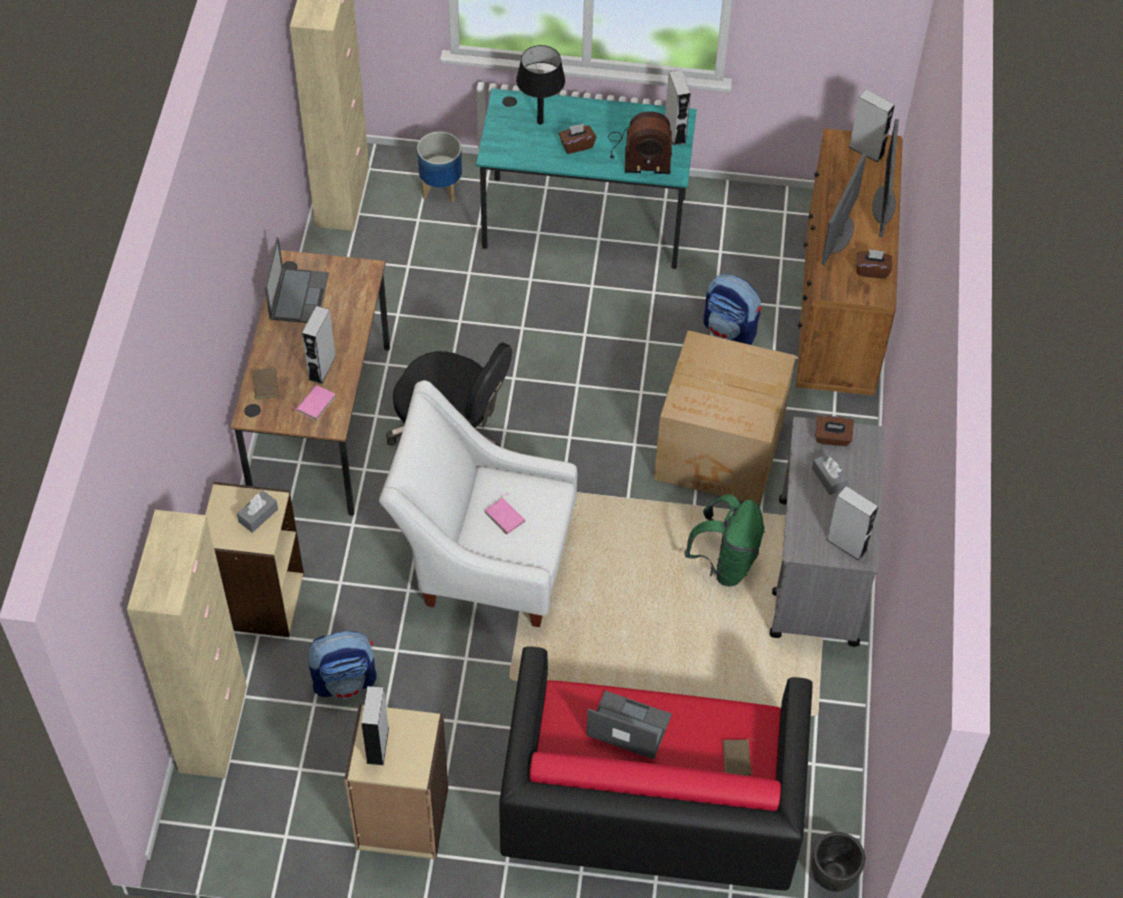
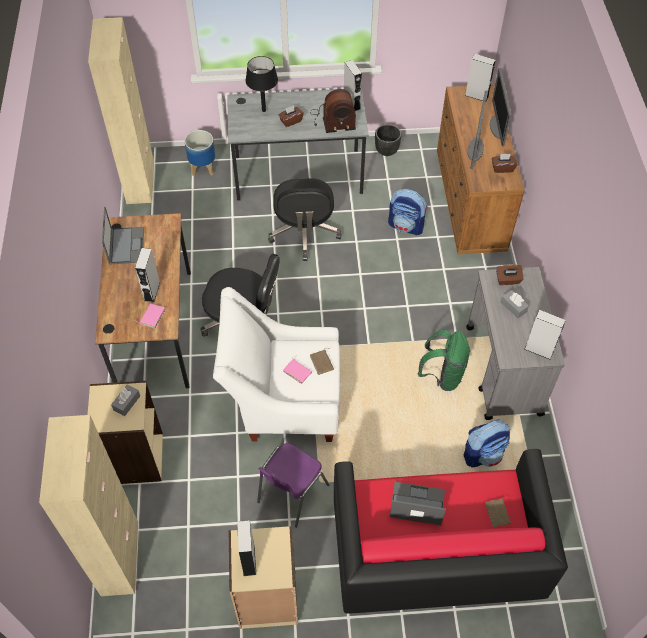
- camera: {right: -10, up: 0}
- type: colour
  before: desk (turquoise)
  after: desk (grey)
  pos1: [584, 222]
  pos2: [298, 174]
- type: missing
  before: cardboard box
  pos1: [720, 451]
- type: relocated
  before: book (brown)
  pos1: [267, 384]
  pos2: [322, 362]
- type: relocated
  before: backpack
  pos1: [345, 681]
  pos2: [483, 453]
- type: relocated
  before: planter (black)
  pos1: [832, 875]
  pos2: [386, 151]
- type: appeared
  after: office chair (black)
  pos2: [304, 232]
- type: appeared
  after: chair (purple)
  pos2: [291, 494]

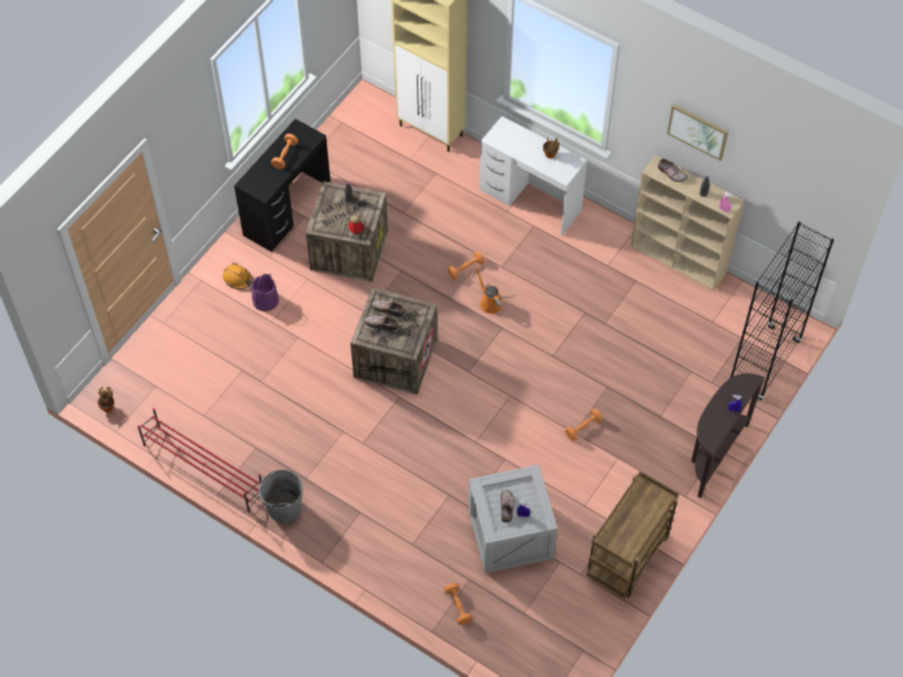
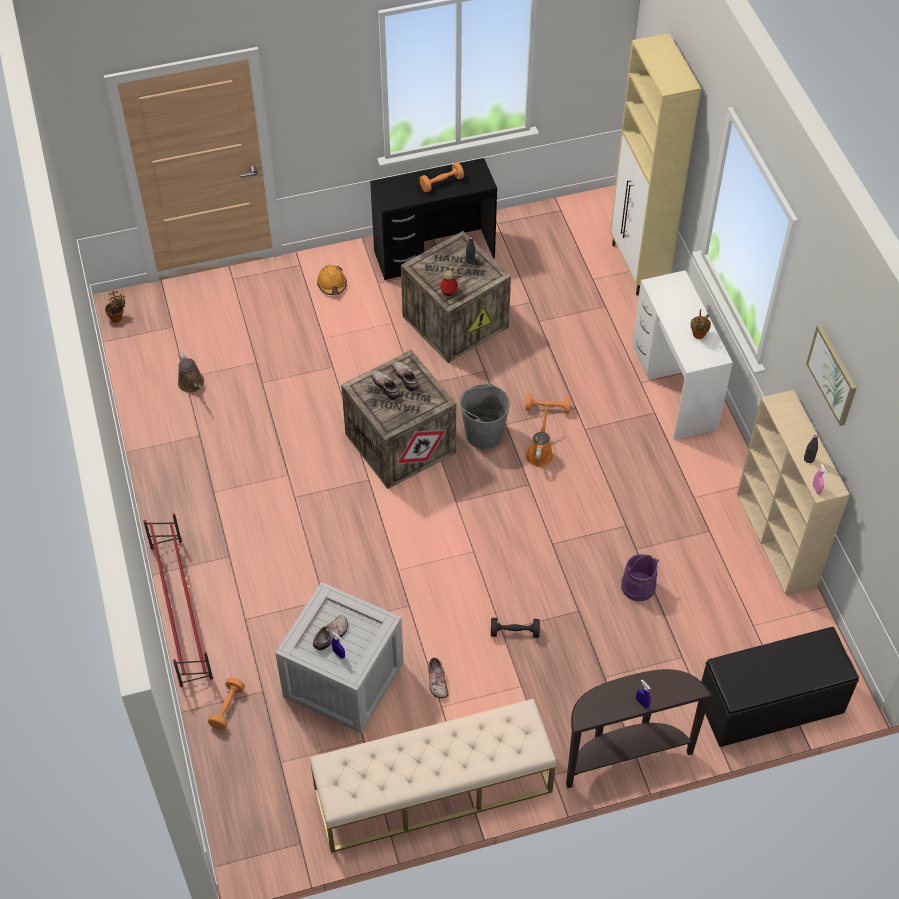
- camera: {right: 40, up: -5}
- type: relocated
  before: shoe
  pos1: [671, 173]
  pos2: [436, 681]
- type: exchanged
  before: bookcase (black)
  after: bench (black)
  pos1: [764, 363]
  pos2: [771, 705]
- type: relocated
  before: bucket (purple)
  pos1: [265, 300]
  pos2: [638, 586]
- type: relocated
  before: shoe rack (red)
  pos1: [203, 468]
  pos2: [181, 610]
- type: colour
  before: dumbbell (orange)
  after: dumbbell (black)
  pos1: [583, 428]
  pos2: [514, 632]
- type: relocated
  before: bucket (grey)
  pos1: [284, 508]
  pos2: [483, 433]
- type: exchanged
  before: cart (brown)
  after: bench (beige)
  pos1: [627, 559]
  pos2: [432, 790]
- type: appeared
  after: watering can (brown)
  pos2: [192, 384]

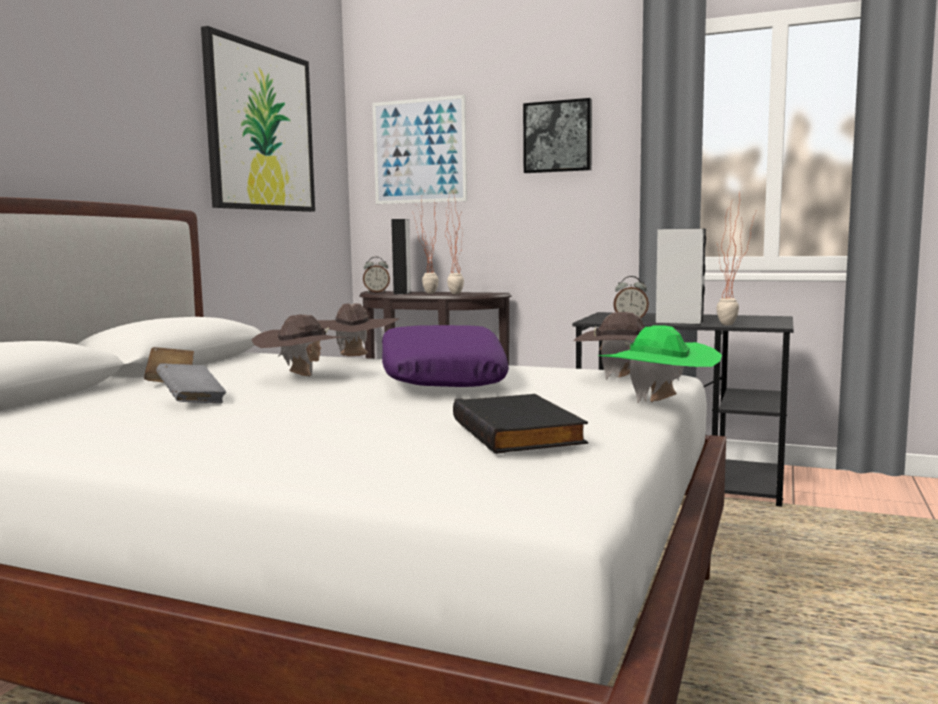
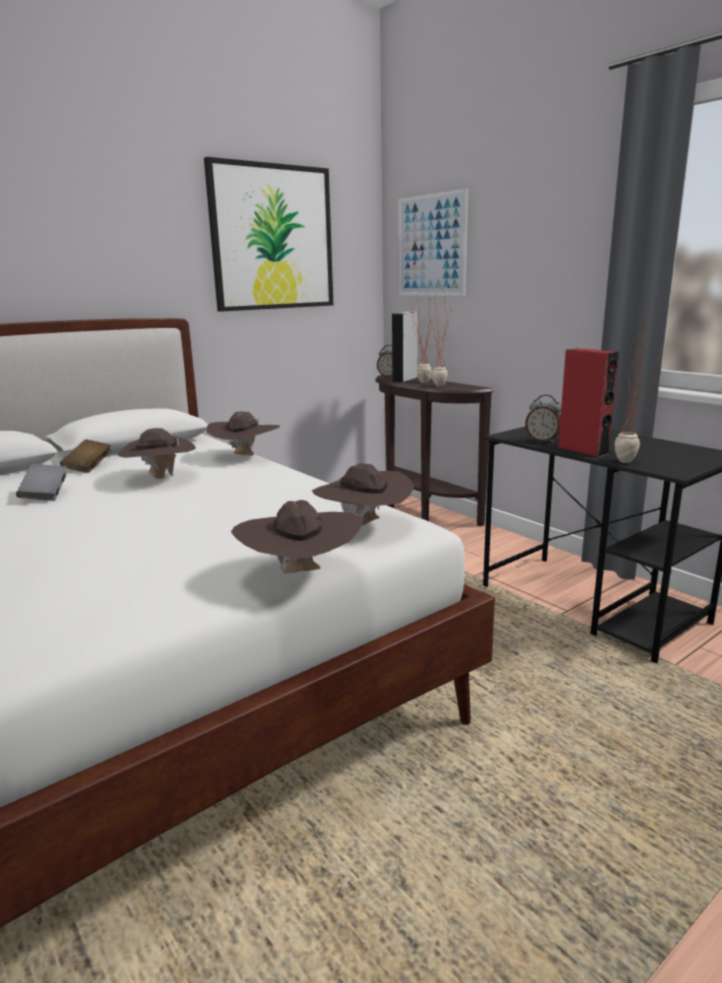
- camera: {right: 30, up: 10}
- type: missing
  before: picture
  pos1: [558, 137]
- type: colour
  before: speaker (grey)
  after: speaker (red)
  pos1: [679, 323]
  pos2: [582, 451]
- type: missing
  before: pillow (purple)
  pos1: [438, 378]
- type: colour
  before: hat (green)
  after: hat (brown)
  pos1: [658, 404]
  pos2: [301, 575]
- type: missing
  before: book (black)
  pos1: [520, 431]

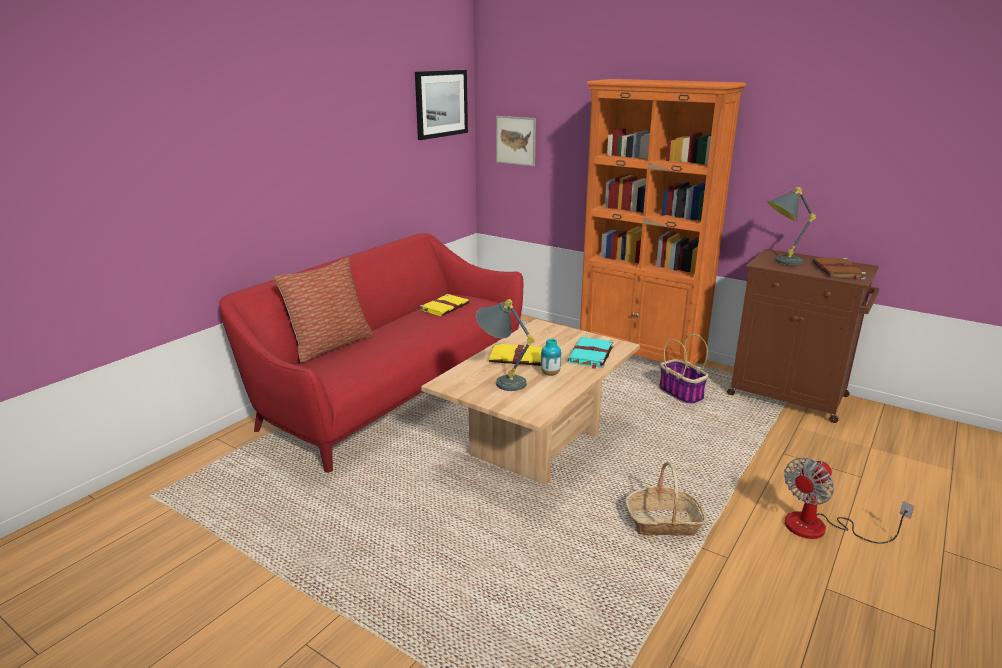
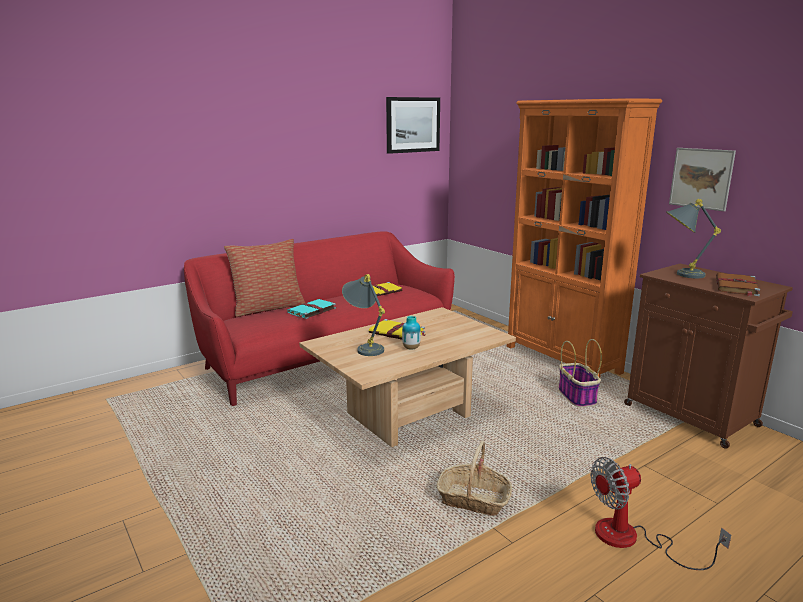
- camera: {right: 20, up: -5}
- type: relocated
  before: picture
  pos1: [516, 140]
  pos2: [701, 178]
- type: relocated
  before: book (turquoise)
  pos1: [590, 355]
  pos2: [311, 311]

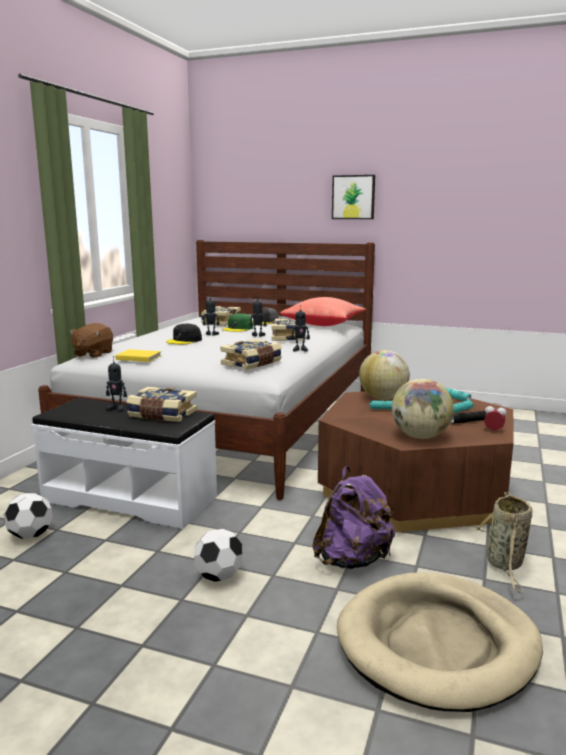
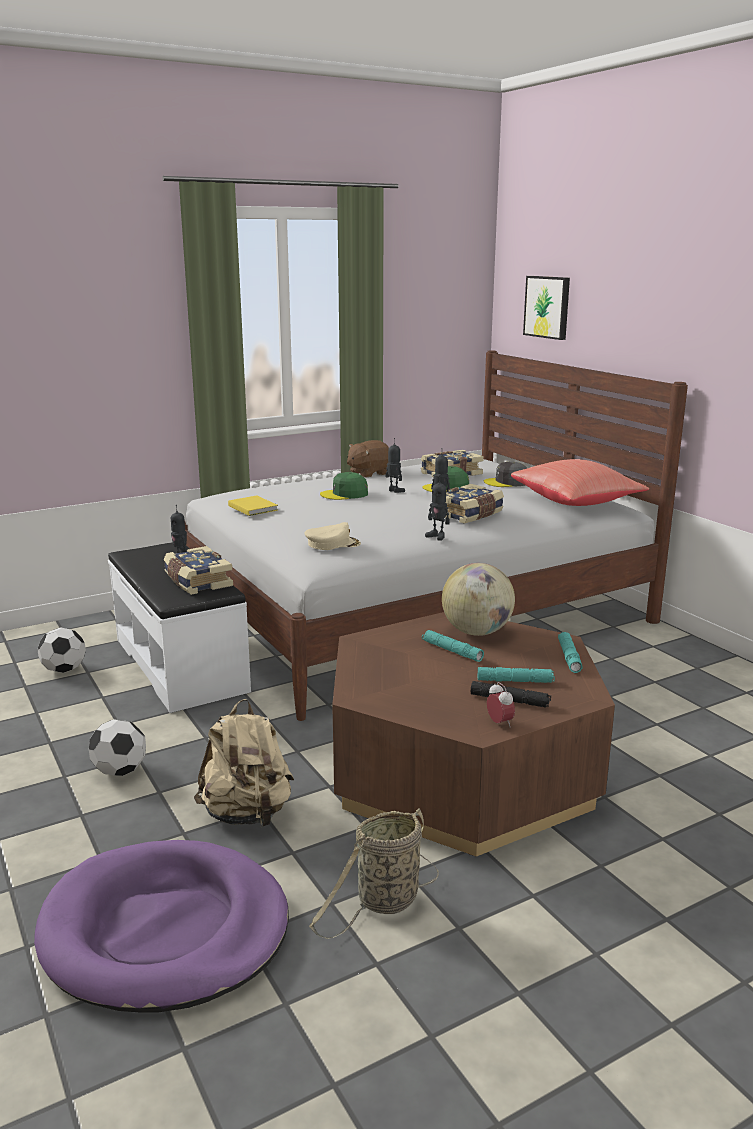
- camera: {right: 40, up: 5}
- type: relocated
  before: picture
  pos1: [353, 197]
  pos2: [548, 307]
- type: relocated
  before: plush toy (brown)
  pos1: [93, 354]
  pos2: [369, 473]
- type: colour
  before: cap (black)
  after: cap (green)
  pos1: [184, 341]
  pos2: [345, 494]
- type: exchanged
  before: book
  after: cap (beige)
  pos1: [252, 363]
  pos2: [332, 544]
- type: missing
  before: globe
  pos1: [420, 437]
- type: colour
  before: backpack (purple)
  after: backpack (beige)
  pos1: [353, 560]
  pos2: [247, 814]
- type: colour
  before: dog bed (beige)
  after: dog bed (purple)
  pos1: [437, 644]
  pos2: [165, 931]

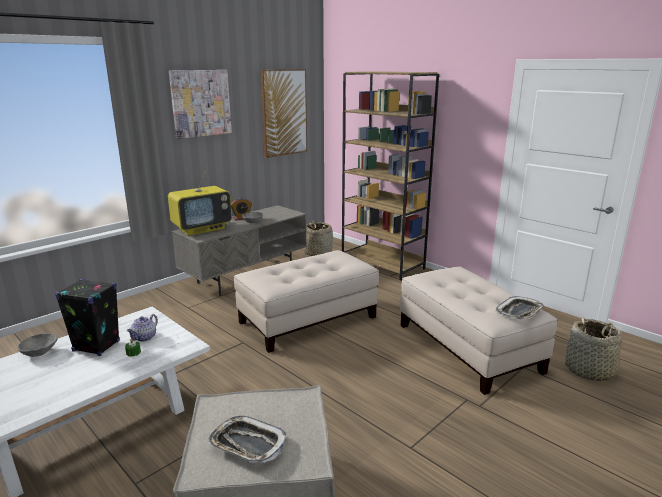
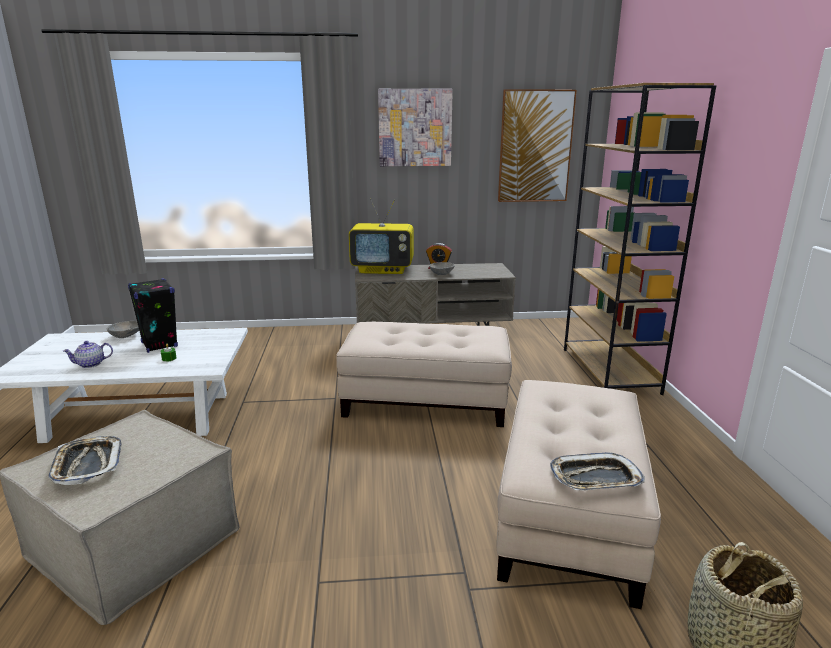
- camera: {right: 40, up: 0}
- type: missing
  before: basket
  pos1: [318, 253]
- type: relocated
  before: teapot
  pos1: [145, 337]
  pos2: [91, 364]

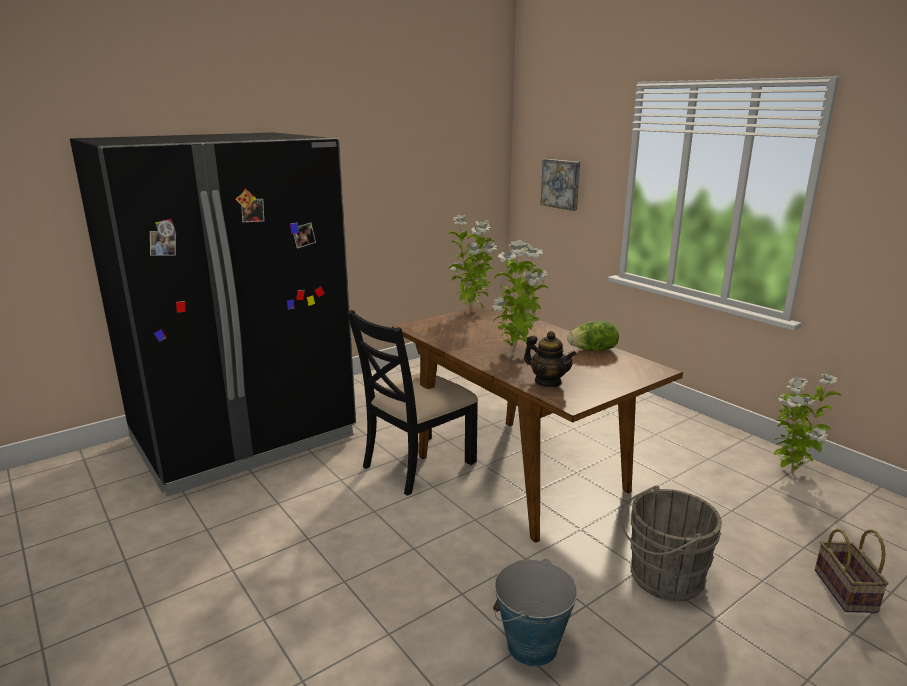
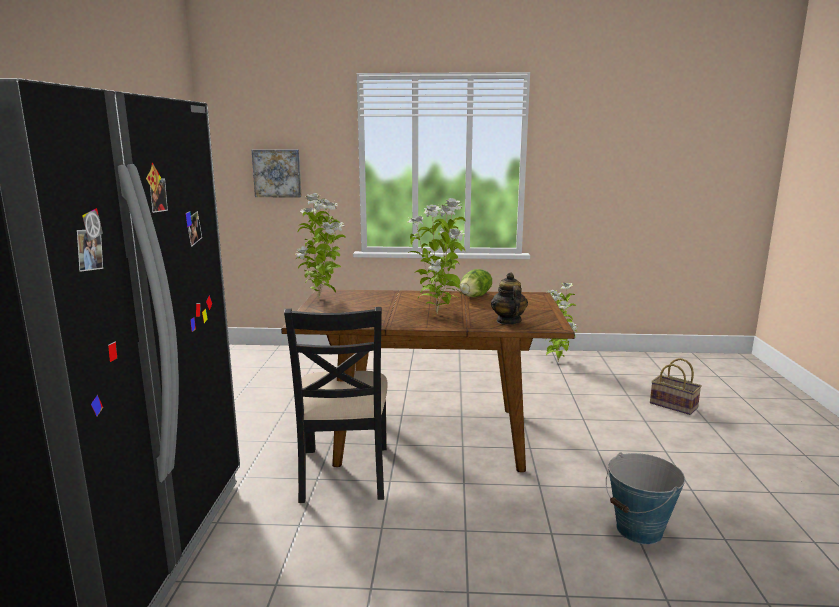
- camera: {right: -50, up: -5}
- type: spun
  before: teapot
  pos1: [548, 382]
  pos2: [508, 321]
  turn: -90
- type: missing
  before: bucket (grey)
  pos1: [662, 577]

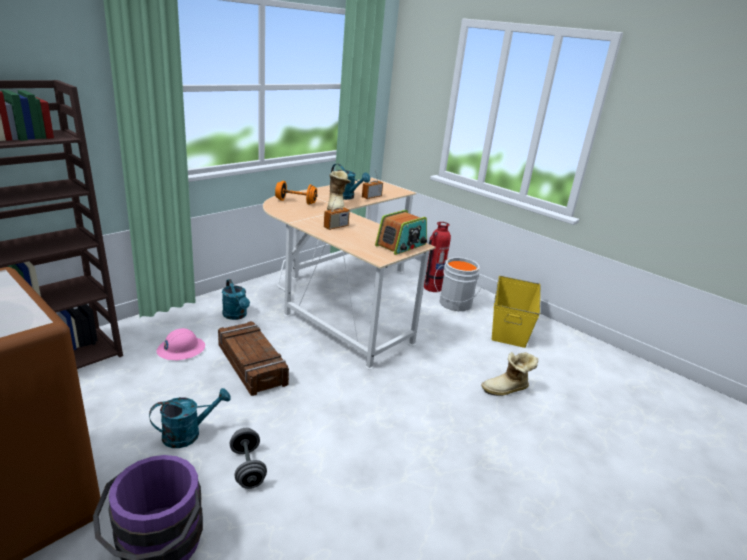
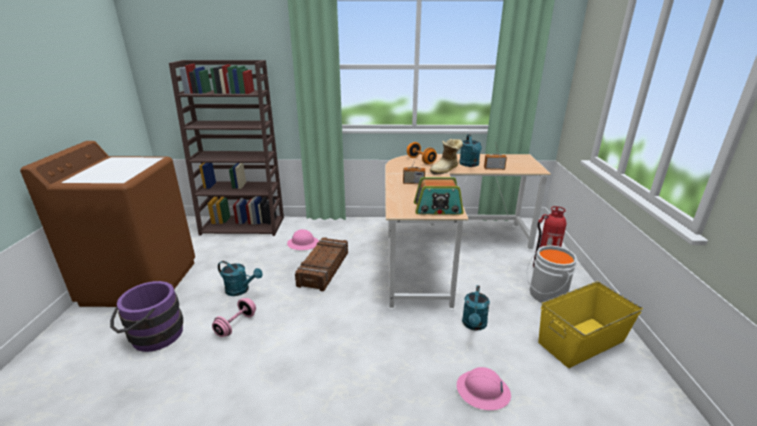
- camera: {right: 50, up: 0}
- type: relocated
  before: watering can (turquoise)
  pos1: [236, 316]
  pos2: [474, 325]
- type: exchanged
  before: boot
  after: hard hat (pink)
  pos1: [507, 390]
  pos2: [483, 391]
- type: colour
  before: dumbbell (grey)
  after: dumbbell (pink)
  pos1: [247, 468]
  pos2: [236, 325]

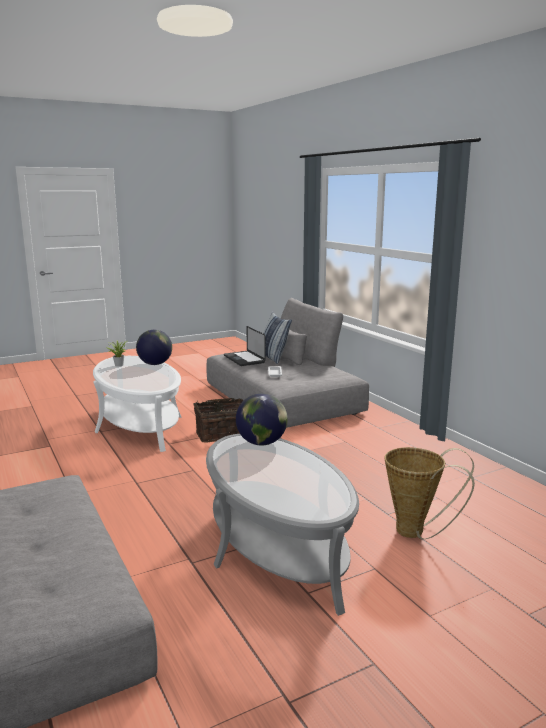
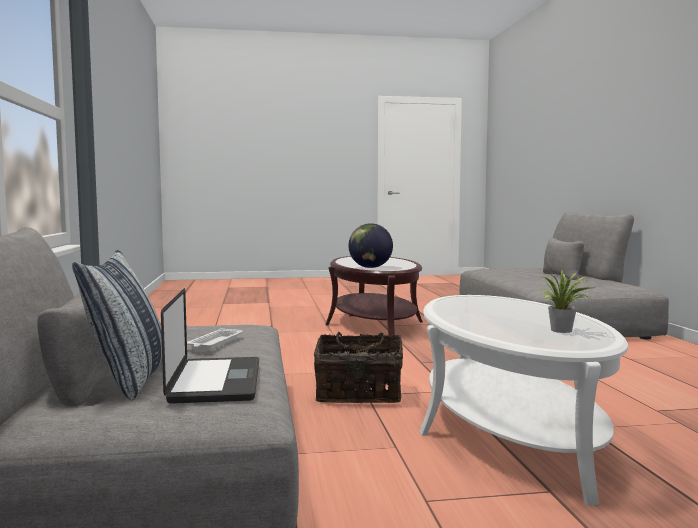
- camera: {right: -160, up: -10}
- type: missing
  before: globe
  pos1: [155, 364]
- type: colour
  before: coffee table (grey)
  after: coffee table (brown)
  pos1: [276, 547]
  pos2: [374, 323]
- type: missing
  before: basket
  pos1: [416, 532]

